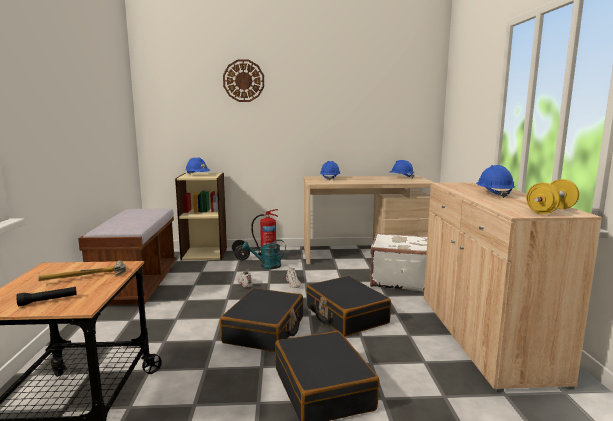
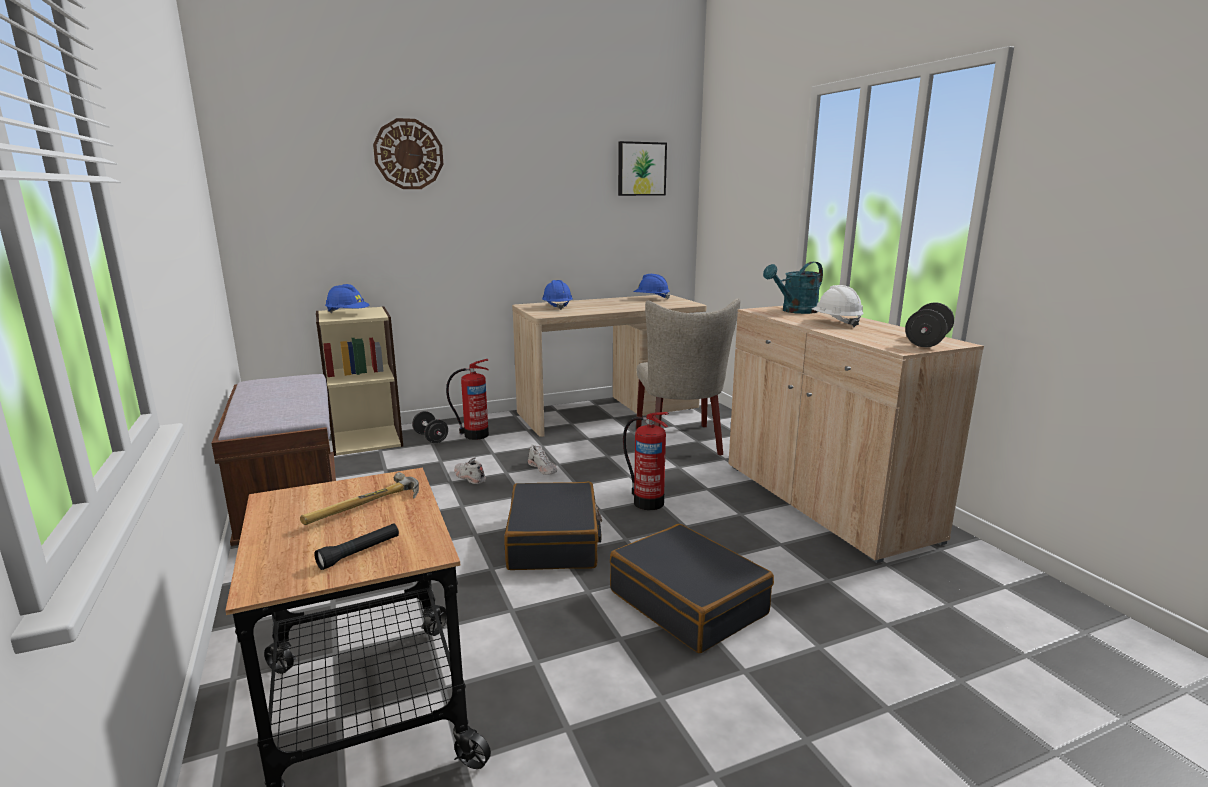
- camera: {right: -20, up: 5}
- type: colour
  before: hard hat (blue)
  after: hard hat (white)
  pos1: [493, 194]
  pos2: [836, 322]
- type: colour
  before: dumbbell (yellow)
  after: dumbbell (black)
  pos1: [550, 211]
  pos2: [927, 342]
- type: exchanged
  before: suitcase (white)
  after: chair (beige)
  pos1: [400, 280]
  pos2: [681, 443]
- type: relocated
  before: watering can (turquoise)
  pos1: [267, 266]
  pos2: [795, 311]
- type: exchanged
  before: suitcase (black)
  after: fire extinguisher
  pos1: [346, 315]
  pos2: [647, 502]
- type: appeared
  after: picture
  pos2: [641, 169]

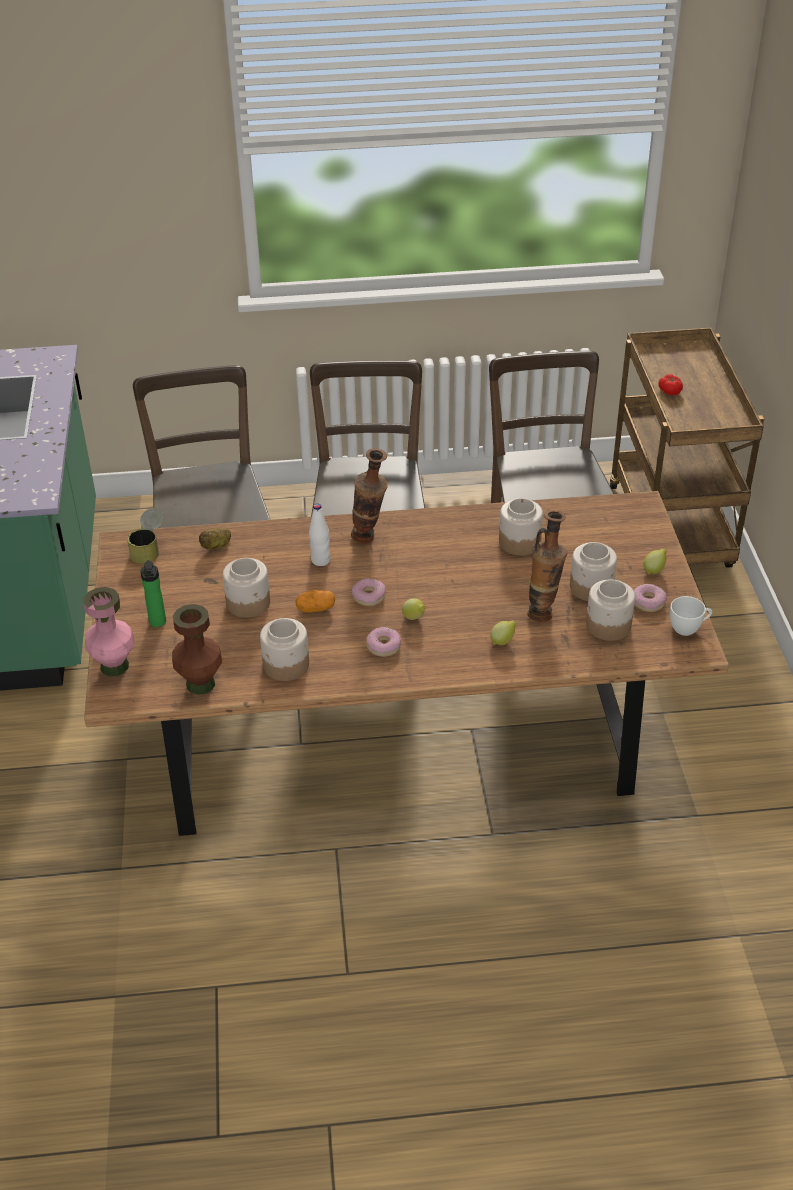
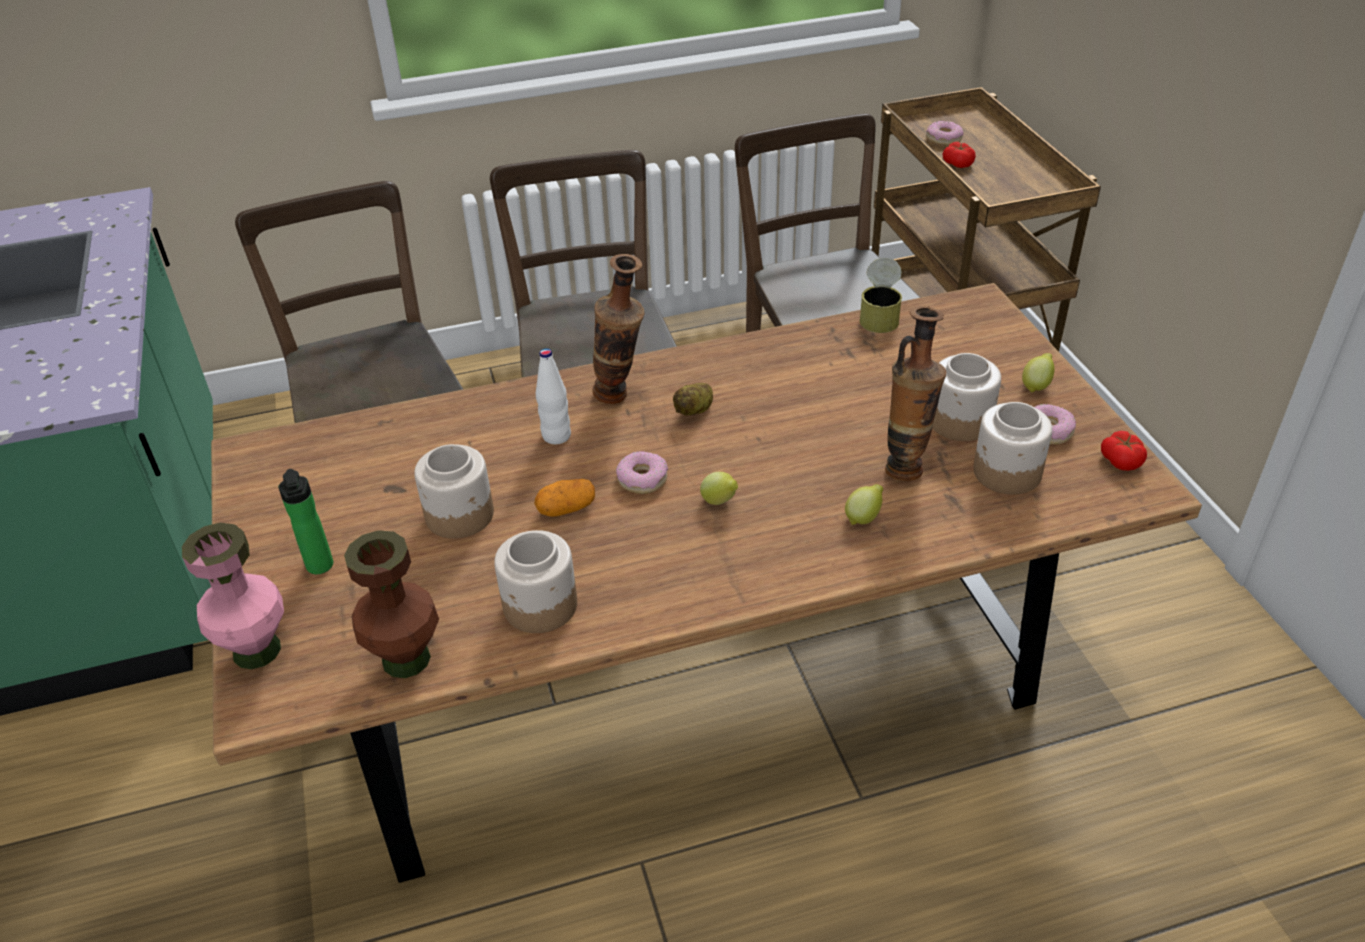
- camera: {right: -10, up: 0}
- type: missing
  before: jar
  pos1: [519, 542]
- type: relocated
  before: can
  pos1: [149, 549]
  pos2: [880, 315]
- type: relocated
  before: potato
  pos1: [216, 546]
  pos2: [695, 410]
- type: exchanged
  before: cup (white)
  after: tomato
  pos1: [688, 628]
  pos2: [1121, 460]
- type: relocated
  before: donut
  pos1: [383, 646]
  pos2: [943, 139]

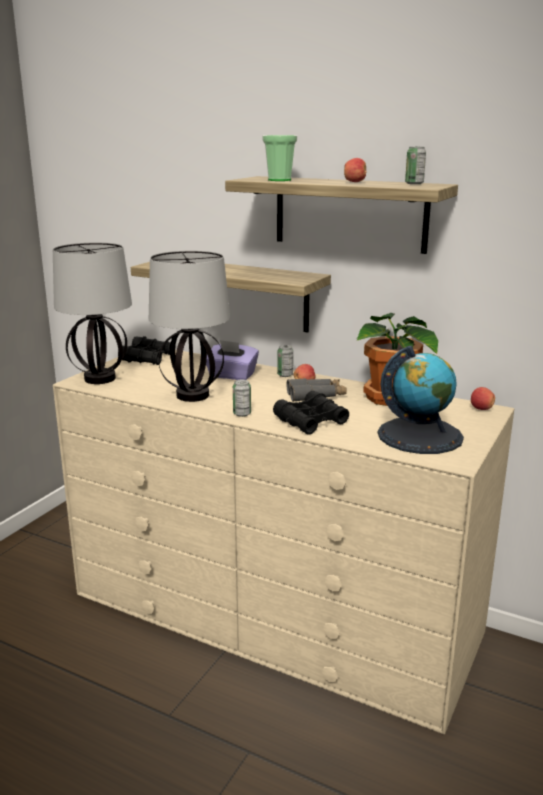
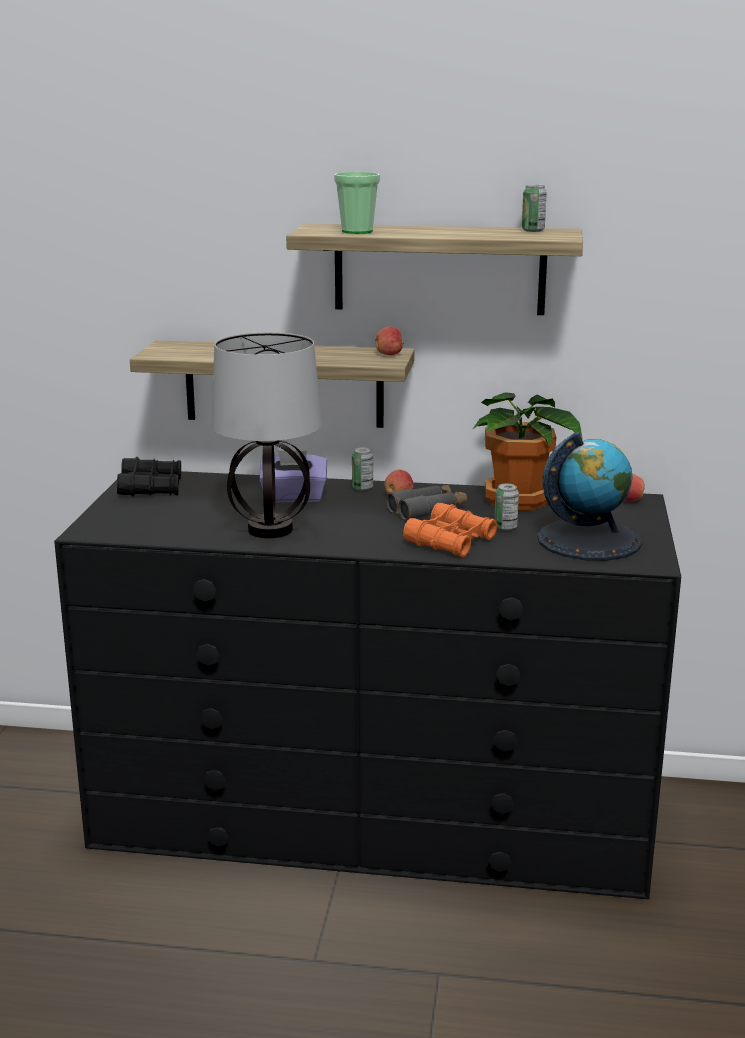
- camera: {right: -20, up: 0}
- type: relocated
  before: apple
  pos1: [354, 182]
  pos2: [389, 354]
- type: missing
  before: table lamp
  pos1: [100, 379]
- type: colour
  before: dresser (beige)
  after: dresser (black)
  pos1: [273, 613]
  pos2: [373, 813]
- type: relocated
  before: can
  pos1: [242, 414]
  pos2: [505, 527]
- type: colour
  before: binoculars (black)
  after: binoculars (orange)
  pos1: [311, 421]
  pos2: [451, 541]

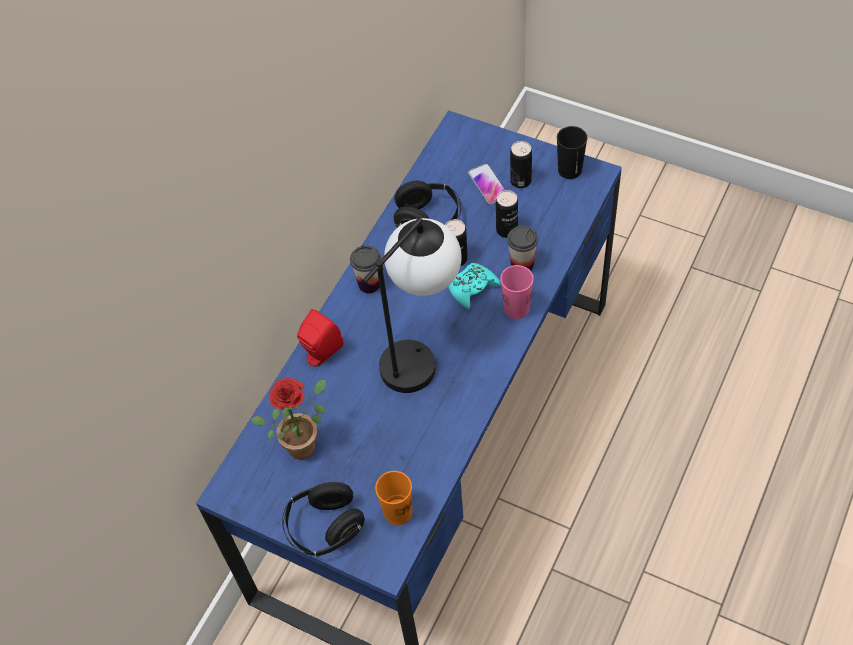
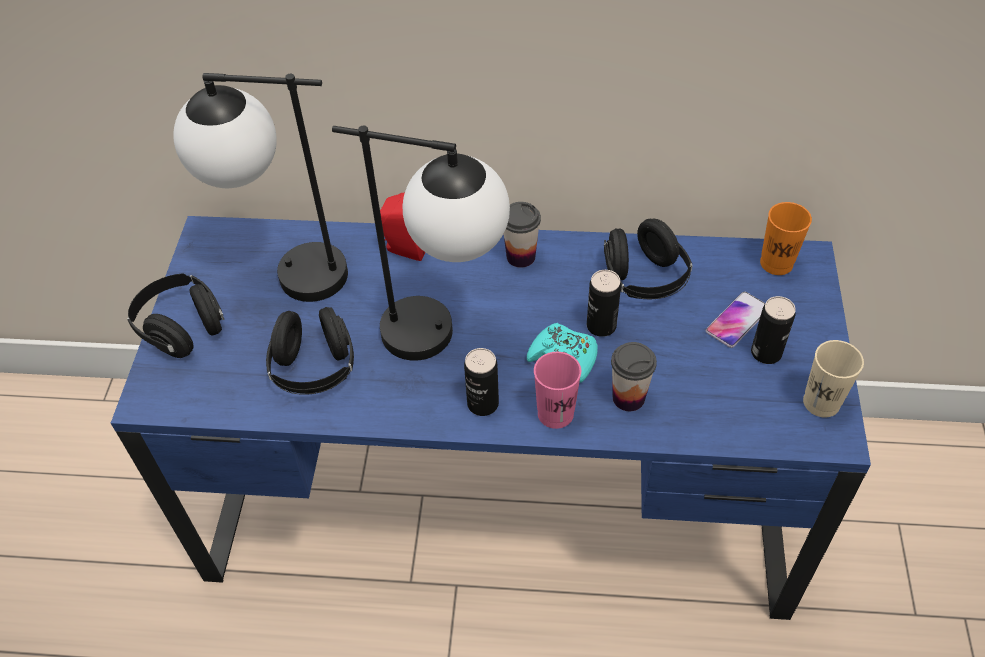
- camera: {right: 65, up: -5}
- type: colour
  before: cup (black)
  after: cup (beige)
  pos1: [569, 170]
  pos2: [821, 402]
- type: relocated
  before: can
  pos1: [506, 230]
  pos2: [483, 404]
- type: exchanged
  before: potted plant
  after: table lamp
  pos1: [304, 442]
  pos2: [285, 274]
- type: relocated
  before: cup (orange)
  pos1: [398, 512]
  pos2: [776, 263]
- type: appeared
  after: headphones (black)
  pos2: [314, 369]

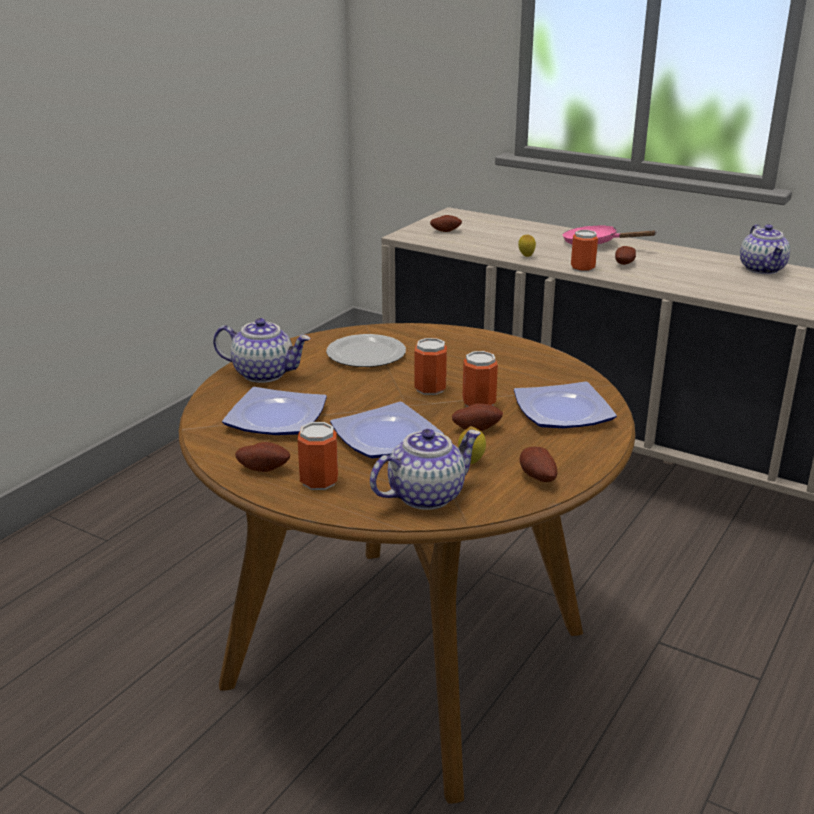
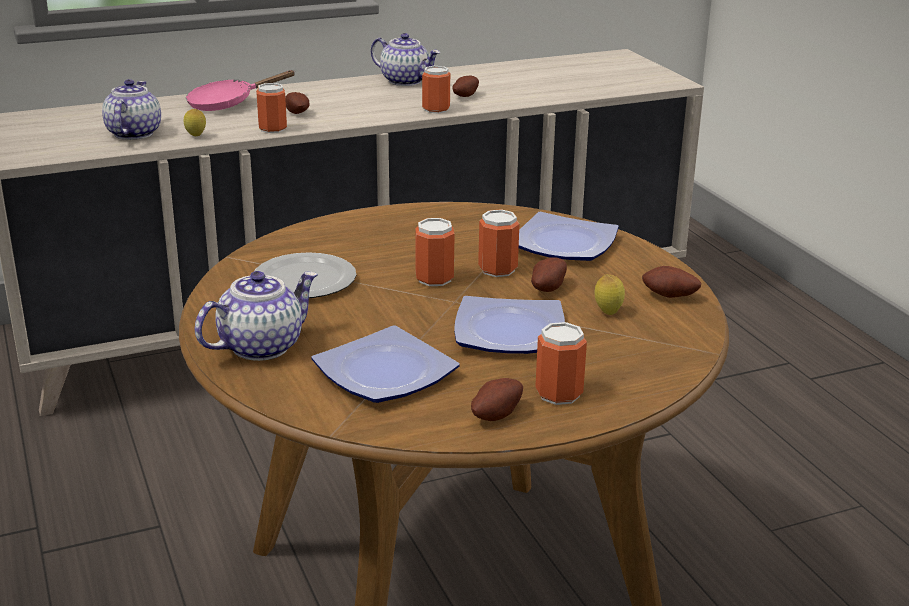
- camera: {right: -55, up: 0}
- type: relocated
  before: potato
  pos1: [445, 231]
  pos2: [464, 96]
- type: relocated
  before: teapot
  pos1: [426, 495]
  pos2: [133, 133]
- type: appeared
  after: can
  pos2: [436, 109]

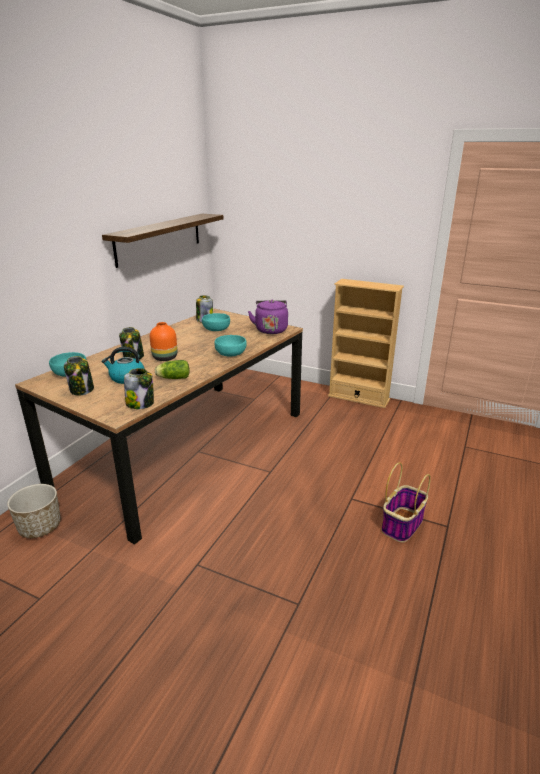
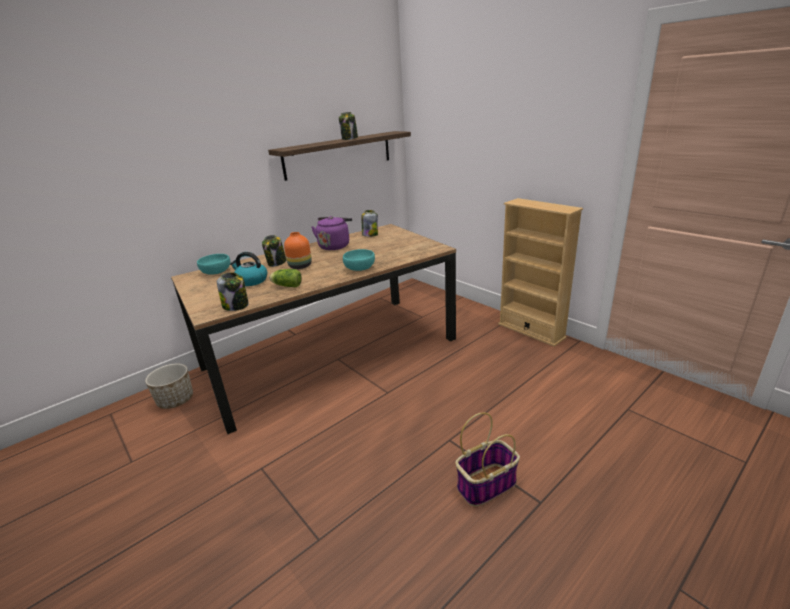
- camera: {right: 25, up: 0}
- type: relocated
  before: kettle (purple)
  pos1: [271, 329]
  pos2: [335, 246]
- type: missing
  before: bowl (turquoise)
  pos1: [216, 329]
- type: relocated
  before: jar
  pos1: [82, 390]
  pos2: [350, 139]

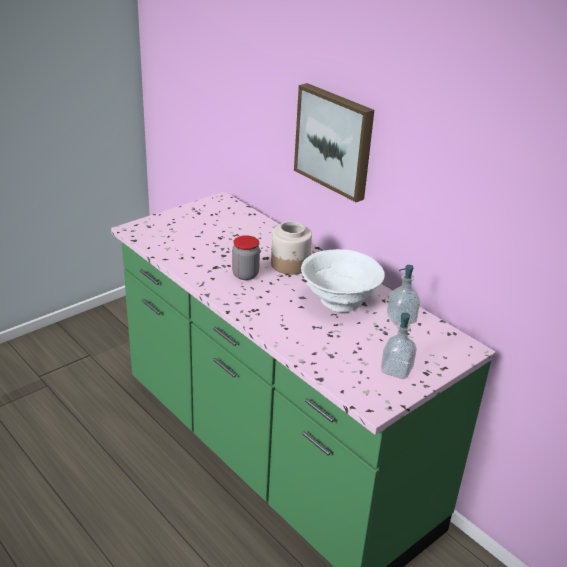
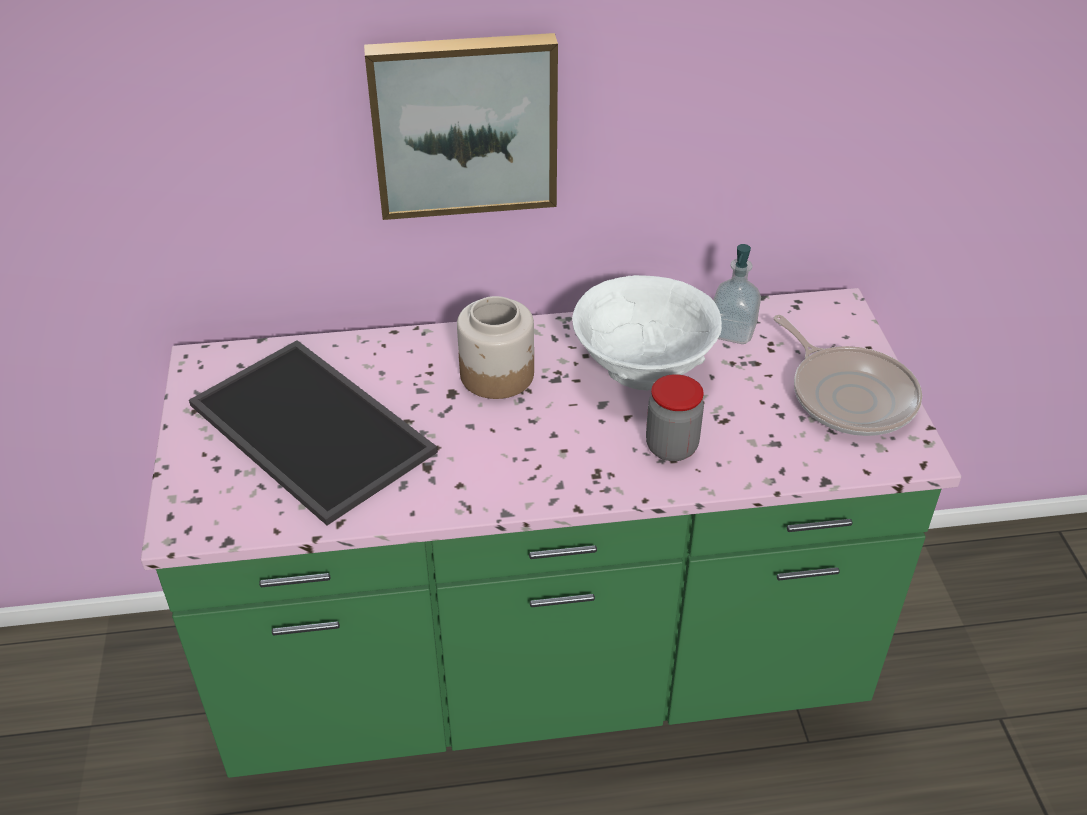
- camera: {right: -55, up: 10}
- type: relocated
  before: jar
  pos1: [245, 274]
  pos2: [671, 447]
- type: exchanged
  before: soap dispenser
  after: frying pan
  pos1: [396, 370]
  pos2: [849, 395]
- type: appeared
  after: tray
  pos2: [316, 428]

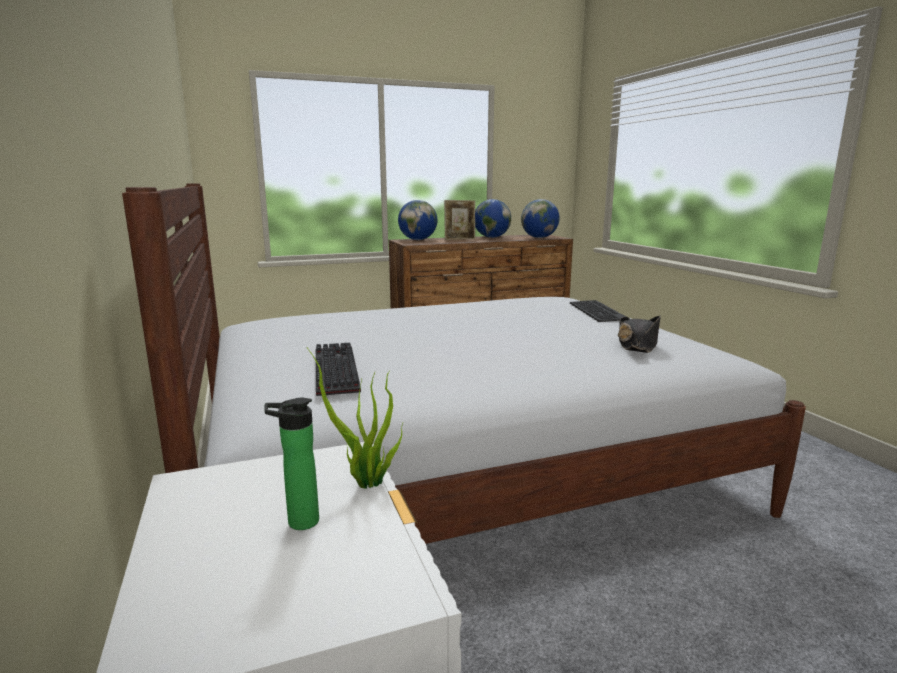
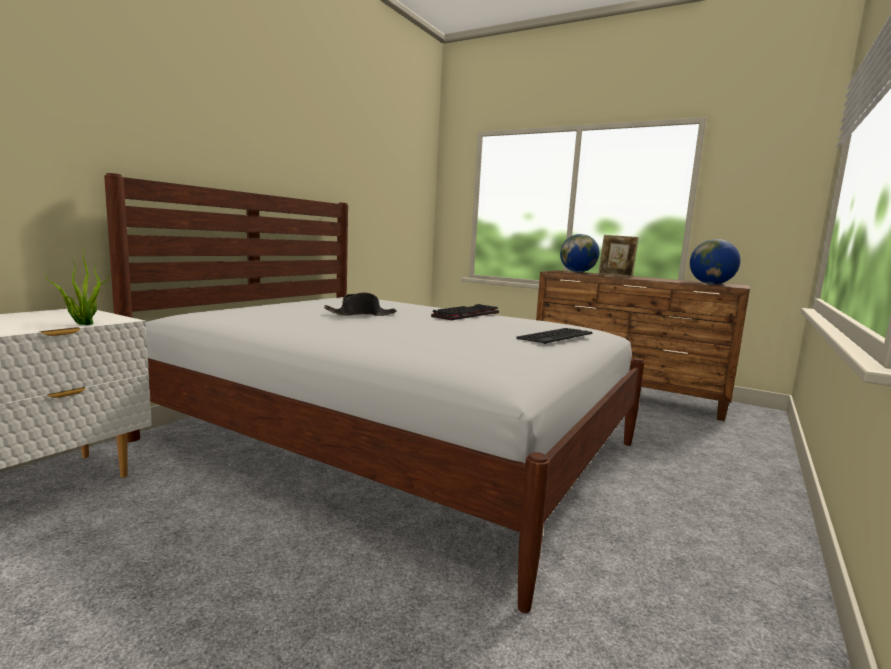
- camera: {right: 50, up: -5}
- type: missing
  before: globe
  pos1: [491, 237]
- type: relocated
  before: hat (black)
  pos1: [637, 344]
  pos2: [361, 314]
- type: relocated
  before: keyboard
  pos1: [333, 370]
  pos2: [466, 314]
- type: missing
  before: bottle
  pos1: [298, 522]

